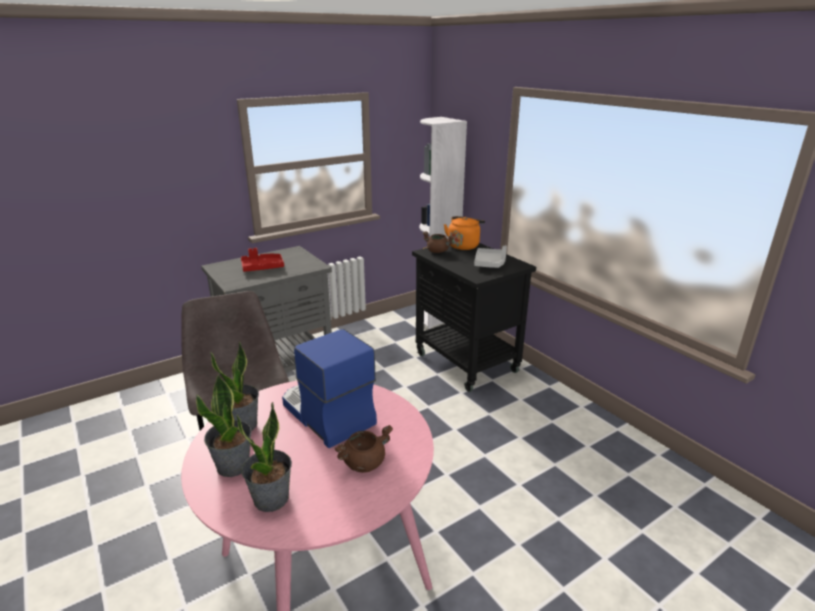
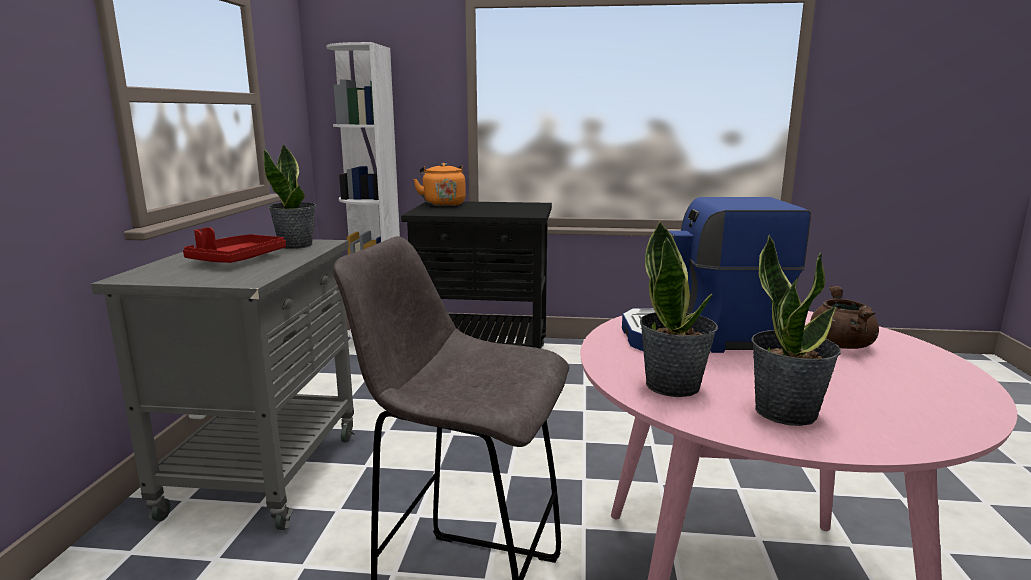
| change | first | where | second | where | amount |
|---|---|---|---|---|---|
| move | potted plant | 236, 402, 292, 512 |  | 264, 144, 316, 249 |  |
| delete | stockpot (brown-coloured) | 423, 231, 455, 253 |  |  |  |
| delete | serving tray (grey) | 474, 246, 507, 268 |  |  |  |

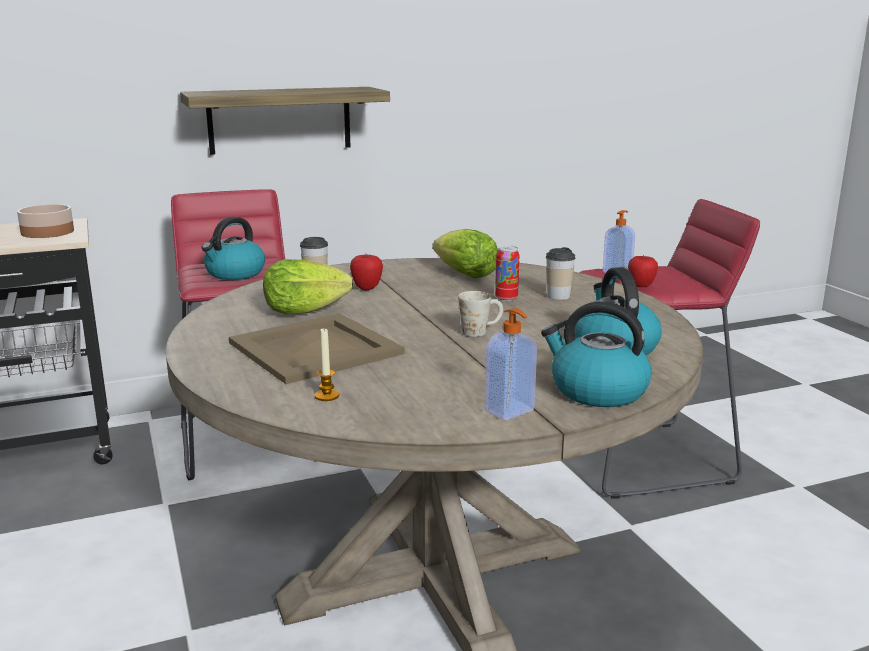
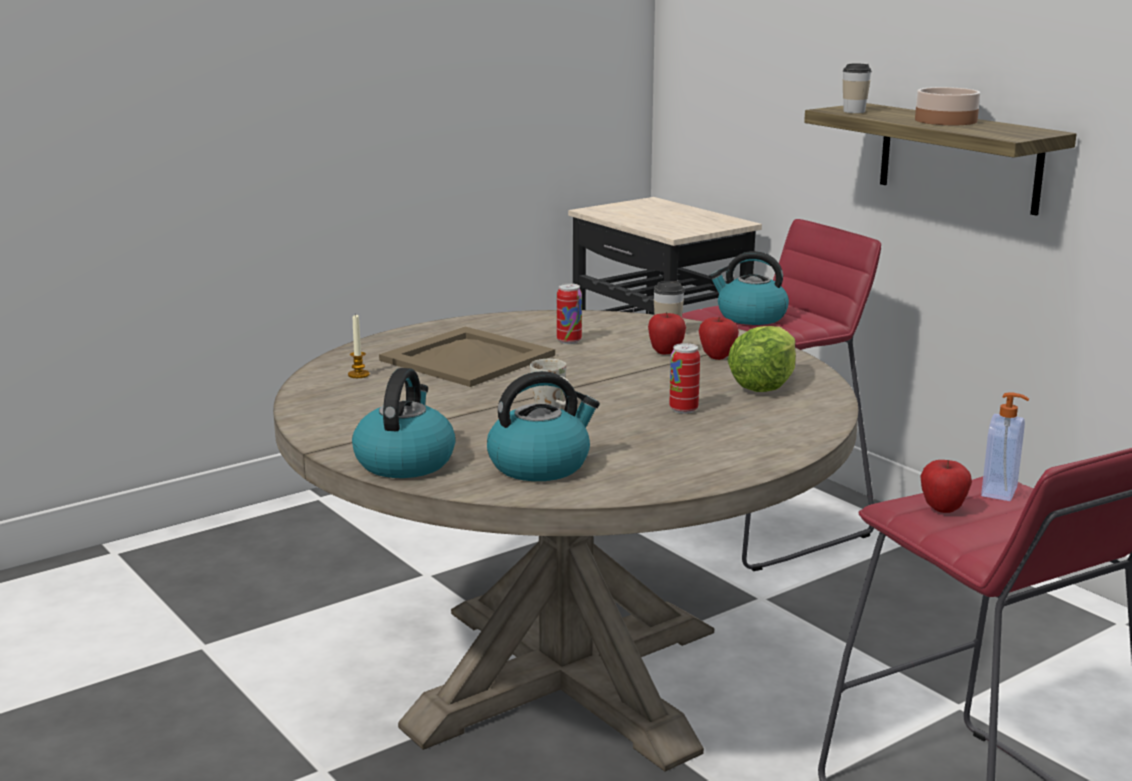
| change | first | where | second | where | amount |
|---|---|---|---|---|---|
| replace | head of lettuce | 263, 259, 353, 314 | can | 557, 283, 582, 344 |  |
| insert |  |  | apple | 699, 316, 739, 360 |  |
| move | drinking cup | 546, 247, 575, 300 |  | 843, 64, 872, 113 |  |
| move | bowl | 17, 204, 74, 238 |  | 915, 87, 980, 125 |  |
| delete | soap dispenser | 485, 308, 537, 421 |  |  |  |

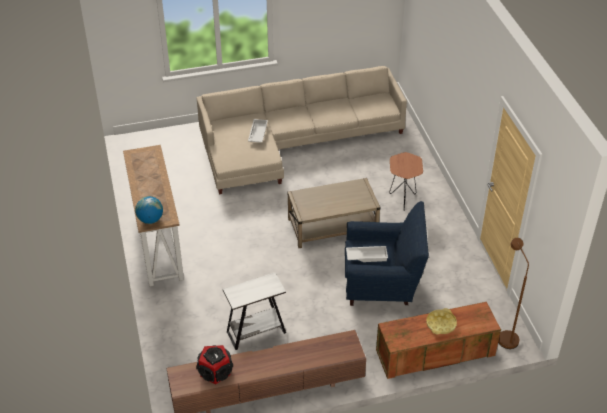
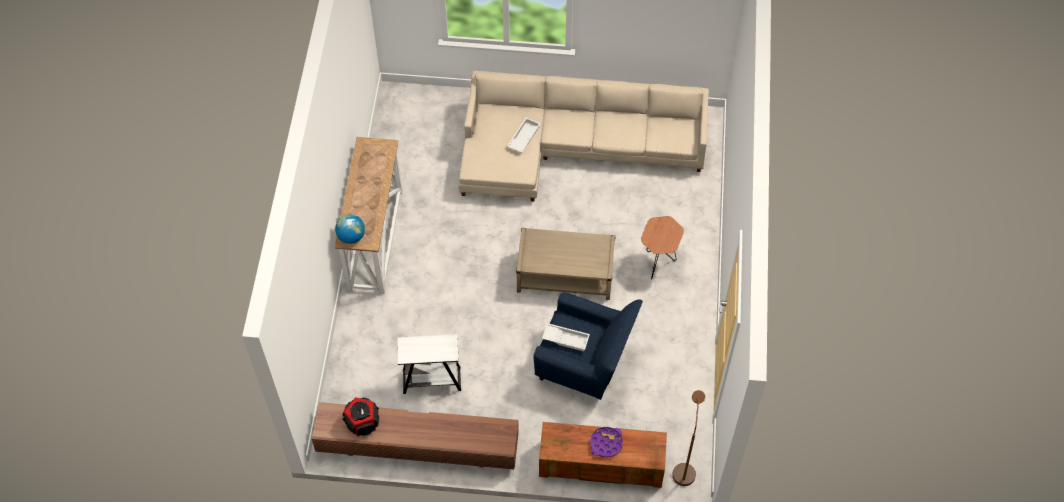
| change | first | where | second | where | amount |
|---|---|---|---|---|---|
| recolor | serving tray (yellow) | 426, 308, 457, 335 | serving tray (purple) | 590, 427, 623, 458 |  |

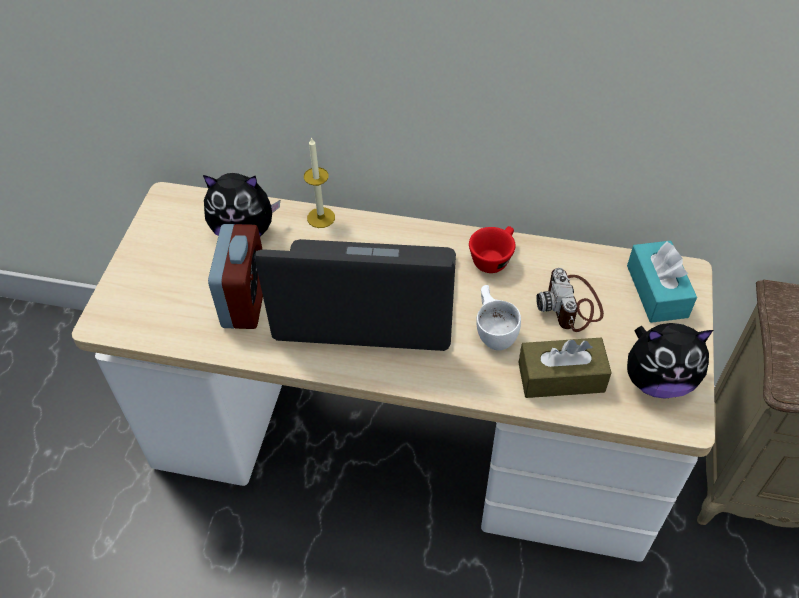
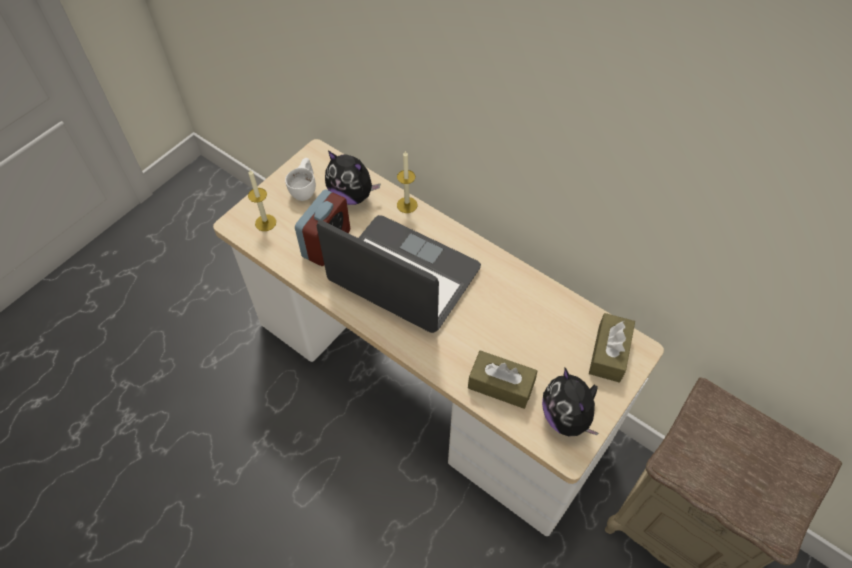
| change | first | where | second | where | amount |
|---|---|---|---|---|---|
| insert |  |  | candle | 248, 170, 276, 231 |  |
| move | drinking cup (white) | 476, 285, 521, 350 |  | 285, 158, 316, 201 |  |
| rotate | soft toy | 627, 323, 713, 399 |  | 542, 367, 599, 437 | 45 degrees clockwise |
| recolor | box of tissues (blue-green) | 627, 240, 697, 323 | box of tissues (brown-coloured) | 589, 313, 635, 383 |  |
| delete | drinking cup (red) | 469, 226, 515, 273 |  |  |  |
| delete | still camera | 536, 268, 604, 332 |  |  |  |

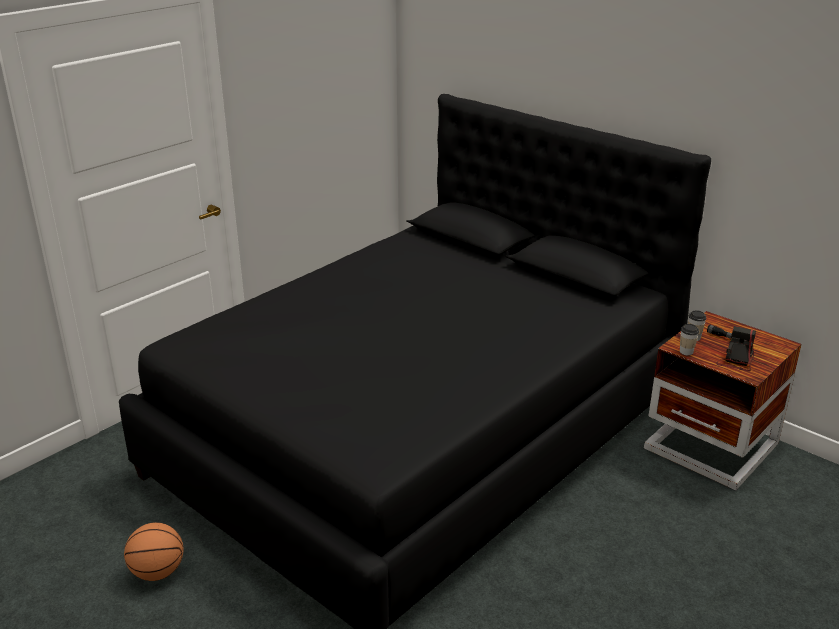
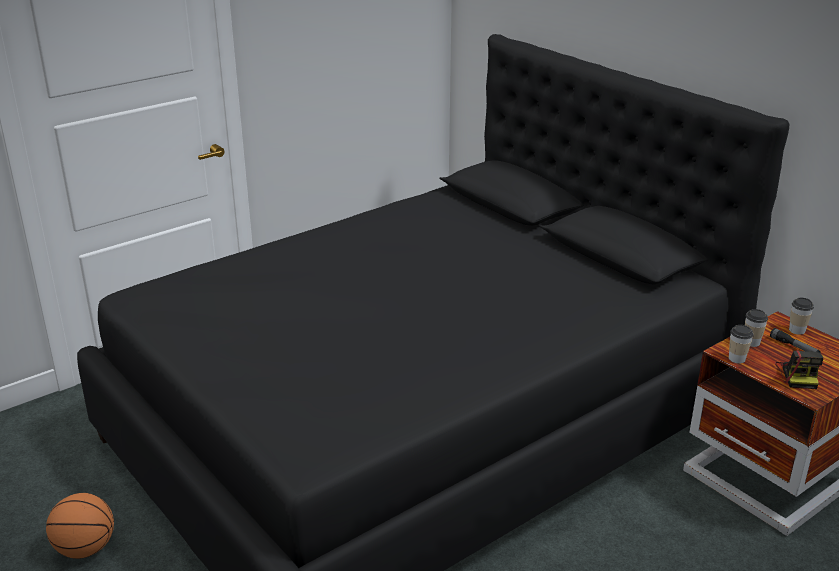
| change | first | where | second | where | amount |
|---|---|---|---|---|---|
| rotate | still camera | 716, 326, 756, 371 |  | 775, 350, 823, 389 | 150 degrees clockwise |
| insert |  |  | drinking cup | 789, 298, 814, 335 |  |

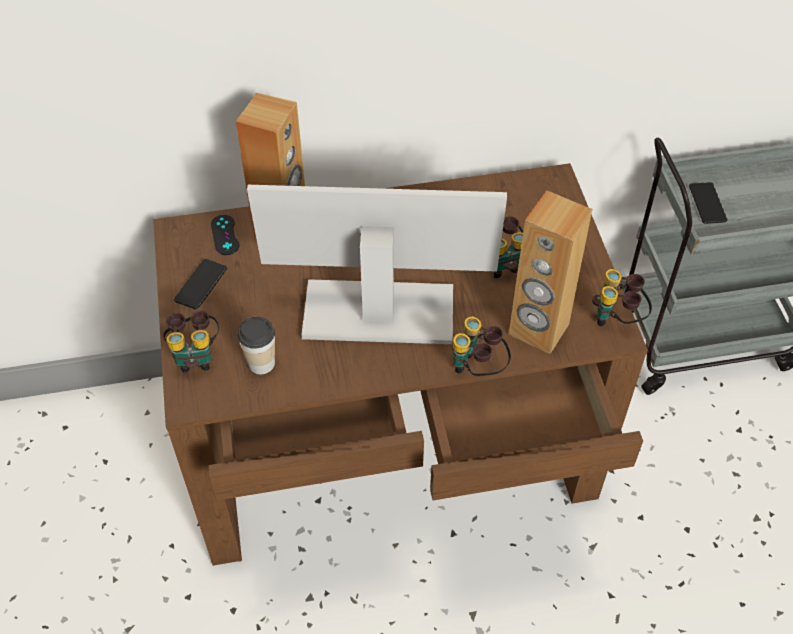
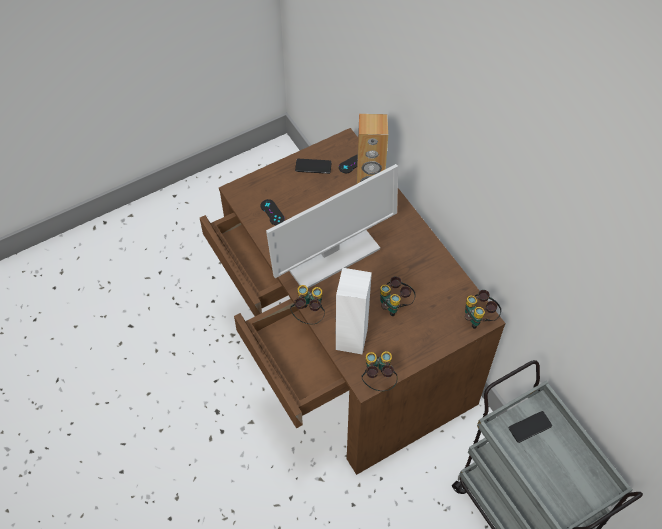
| change | first | where | second | where | amount |
|---|---|---|---|---|---|
| replace | drinking cup | 237, 317, 275, 374 | gamepad (blackish) | 260, 199, 285, 225 |  |
| rotate | computer display | 247, 185, 507, 344 |  | 266, 164, 398, 288 | 75 degrees clockwise |
| recolor | audio speaker (brown-coloured) | 509, 190, 592, 354 | audio speaker (white) | 335, 268, 372, 354 |  |
| move | pair of binoculars | 163, 311, 219, 373 |  | 465, 290, 501, 329 |  |

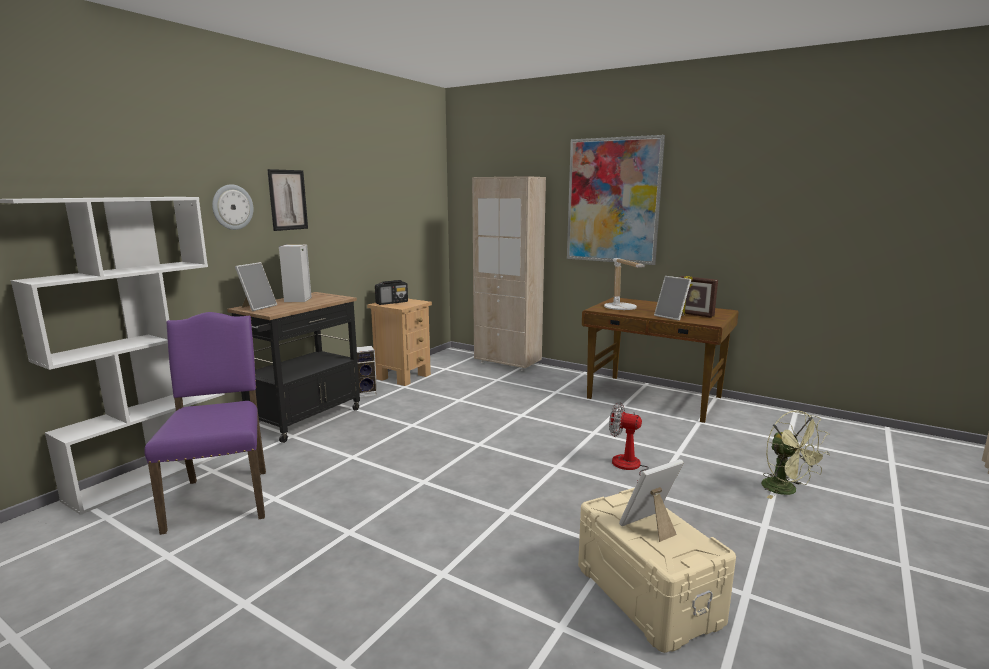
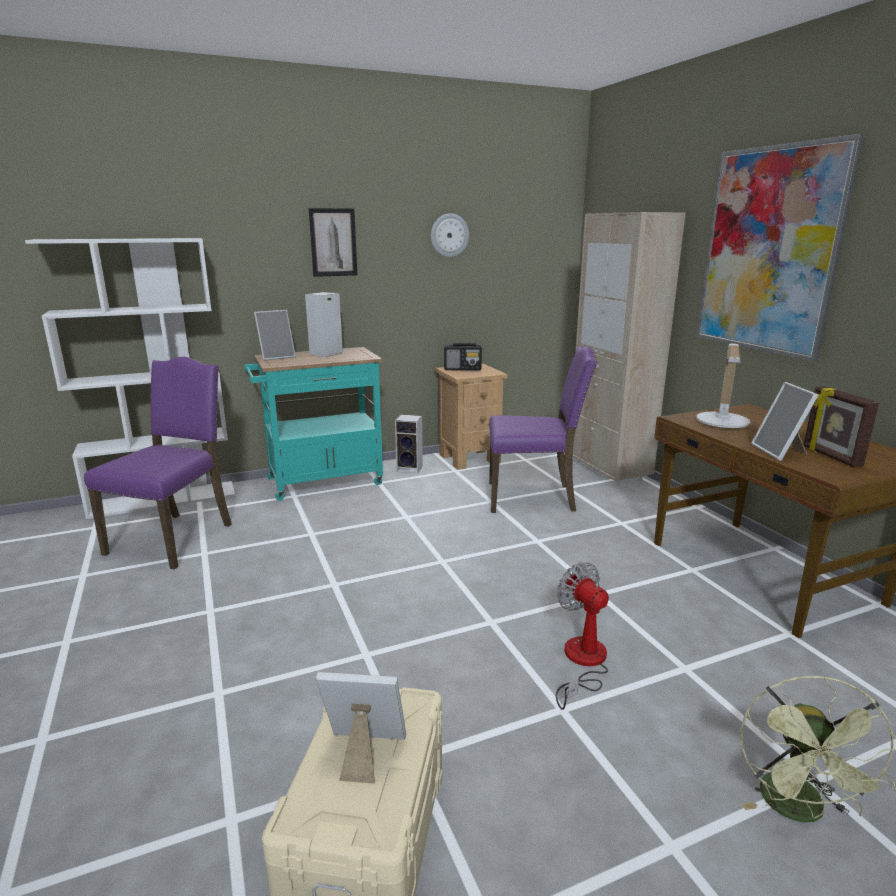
| change | first | where | second | where | amount |
|---|---|---|---|---|---|
| recolor | cart (blackish) | 227, 292, 360, 443 | cart (blue-green) | 244, 347, 383, 501 |  |
| move | hanging clock | 212, 184, 253, 230 |  | 431, 213, 469, 257 |  |
| insert |  |  | chair (purple) | 489, 346, 598, 513 |  |

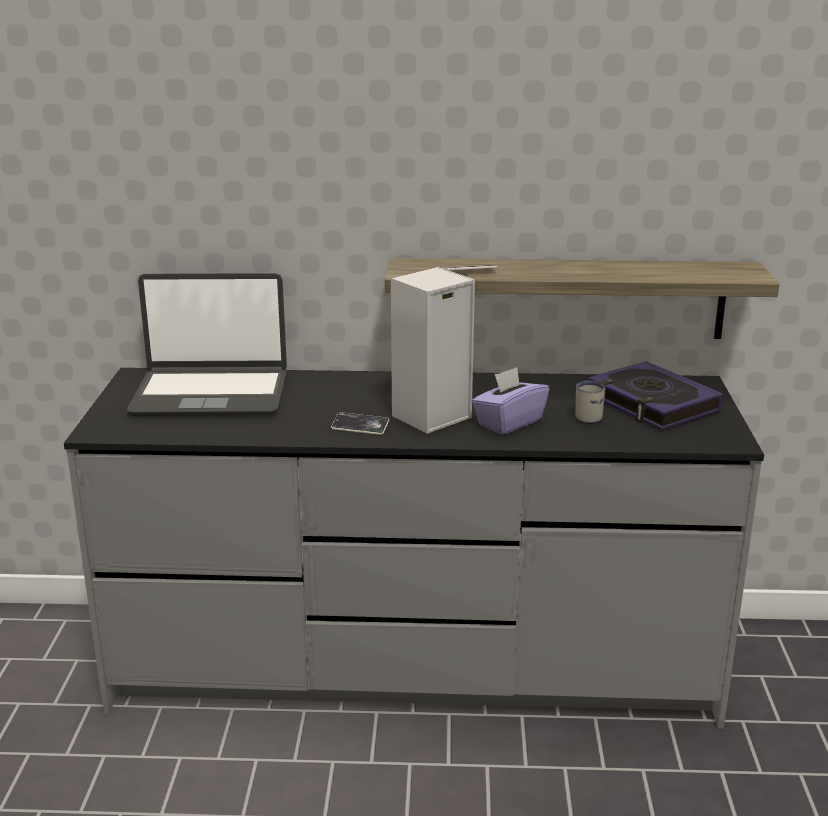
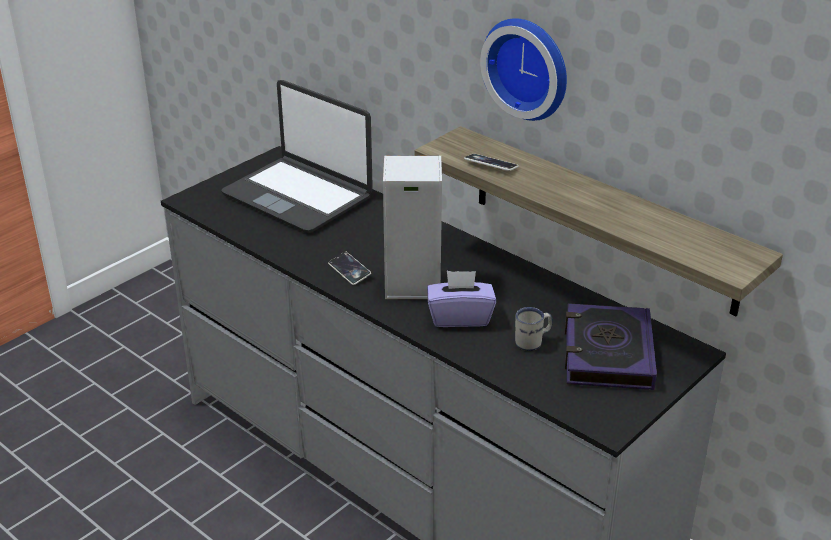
| change | first | where | second | where | amount |
|---|---|---|---|---|---|
| insert |  |  | hanging clock | 480, 19, 567, 121 |  |

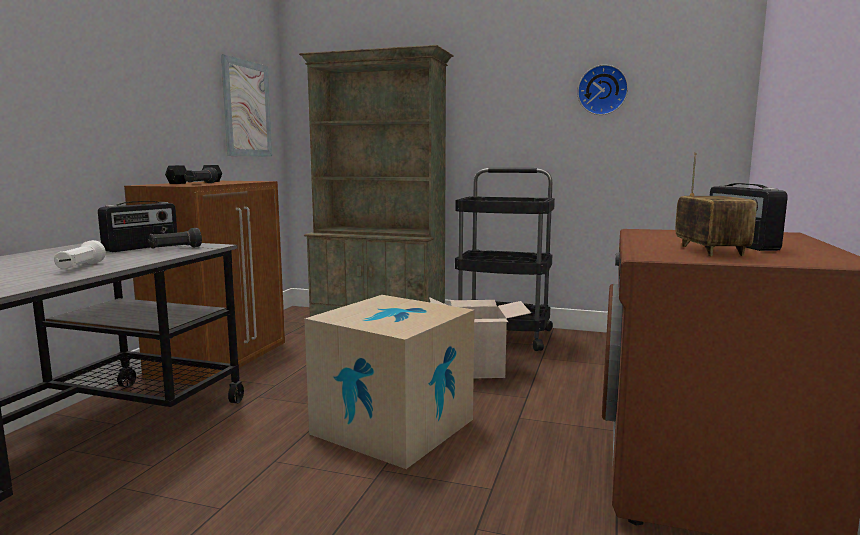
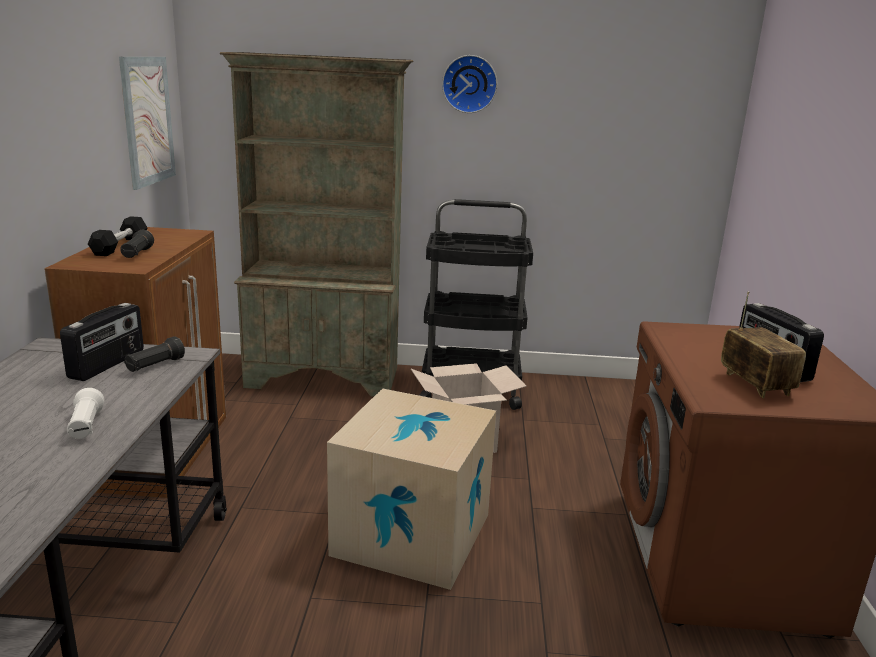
| change | first | where | second | where | amount |
|---|---|---|---|---|---|
| move | hanging clock | 577, 64, 628, 115 |  | 442, 55, 497, 113 |  |

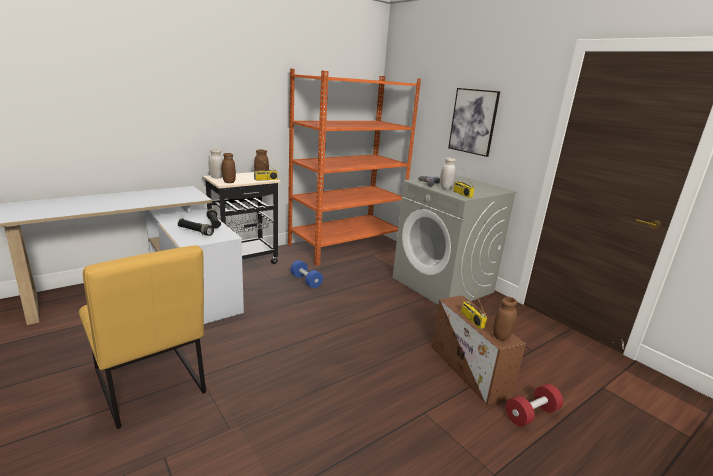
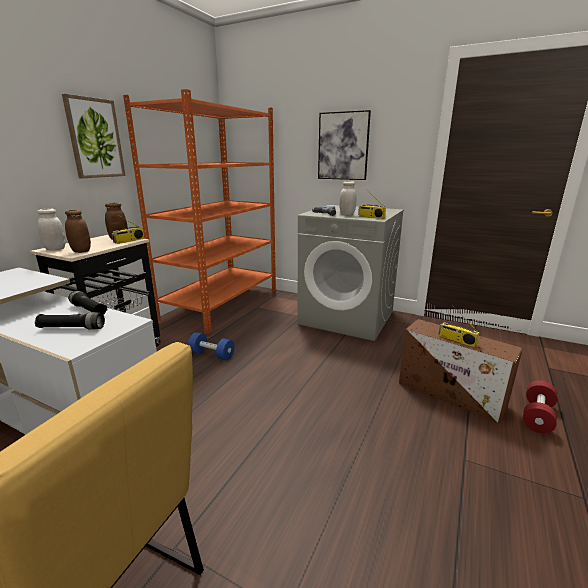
| change | first | where | second | where | amount |
|---|---|---|---|---|---|
| insert |  |  | wall picture | 62, 94, 125, 178 |  |
| delete | storage jar (brown-coloured) | 493, 297, 517, 341 |  |  |  |

